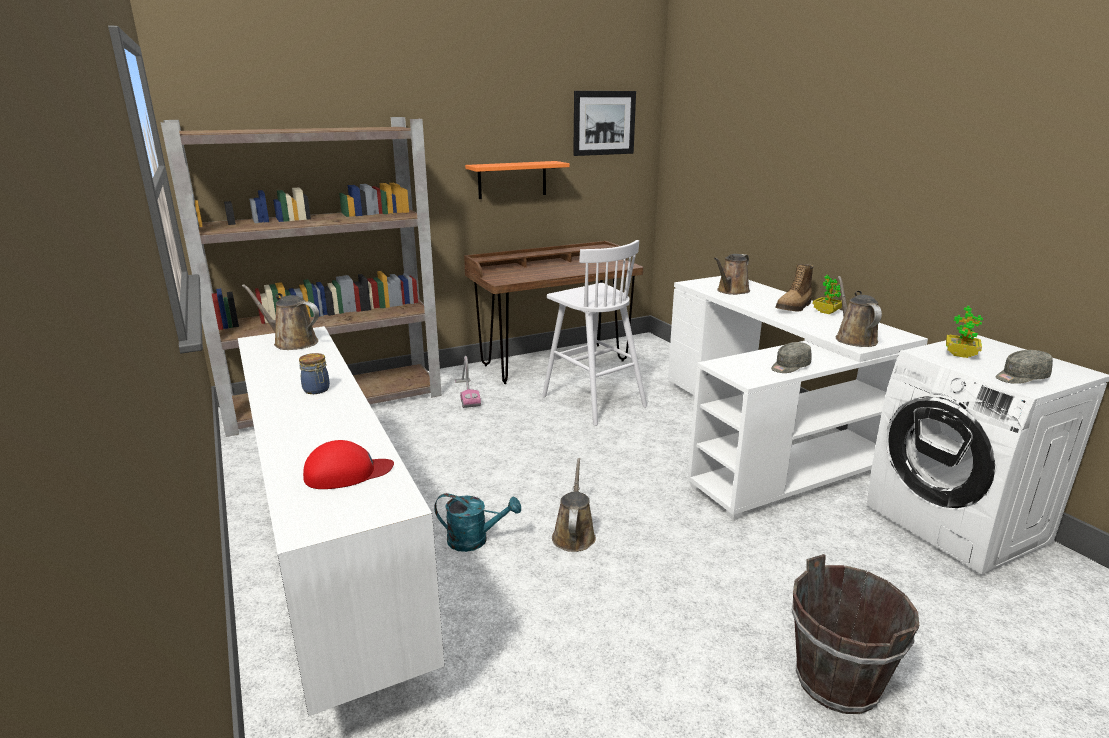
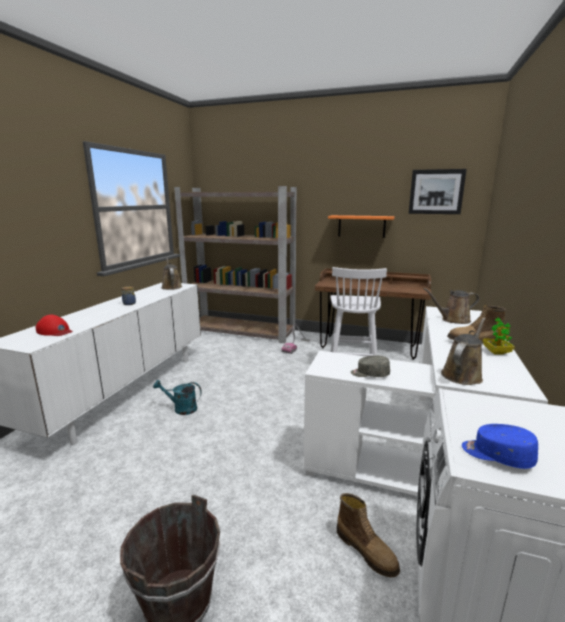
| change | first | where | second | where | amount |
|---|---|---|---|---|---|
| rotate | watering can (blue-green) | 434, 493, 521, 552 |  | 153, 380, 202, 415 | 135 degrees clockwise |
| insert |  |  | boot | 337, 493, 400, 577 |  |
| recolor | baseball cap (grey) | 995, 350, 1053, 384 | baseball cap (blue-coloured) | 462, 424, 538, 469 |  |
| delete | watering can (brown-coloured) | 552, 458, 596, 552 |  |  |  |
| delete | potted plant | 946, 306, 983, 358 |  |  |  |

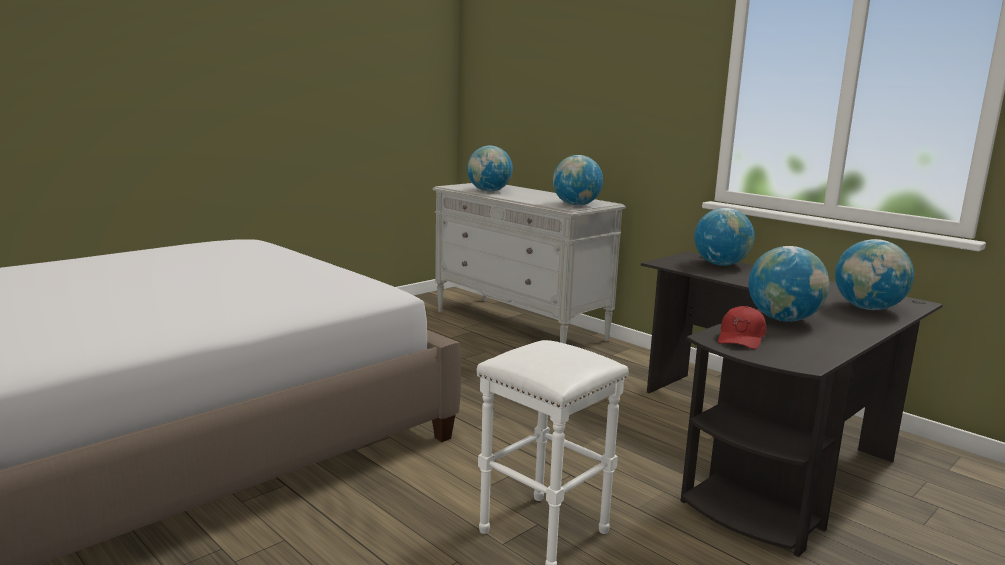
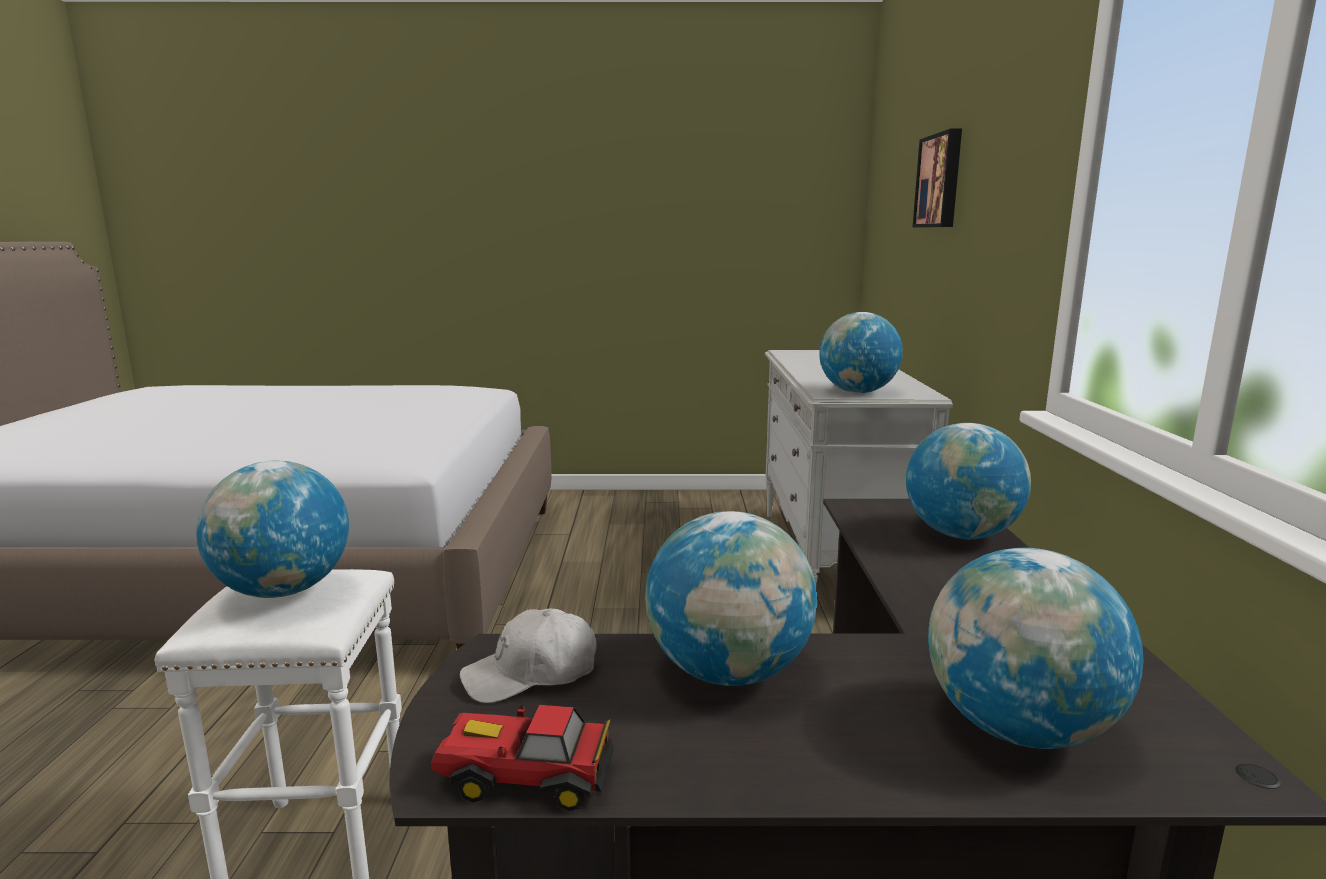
| change | first | where | second | where | amount |
|---|---|---|---|---|---|
| move | desk globe | 467, 146, 513, 192 |  | 196, 460, 349, 598 |  |
| insert |  |  | model car | 431, 705, 614, 811 |  |
| recolor | baseball cap (red) | 718, 306, 766, 349 | baseball cap (white) | 460, 609, 596, 703 |  |
| insert |  |  | wall picture | 913, 129, 962, 227 |  |

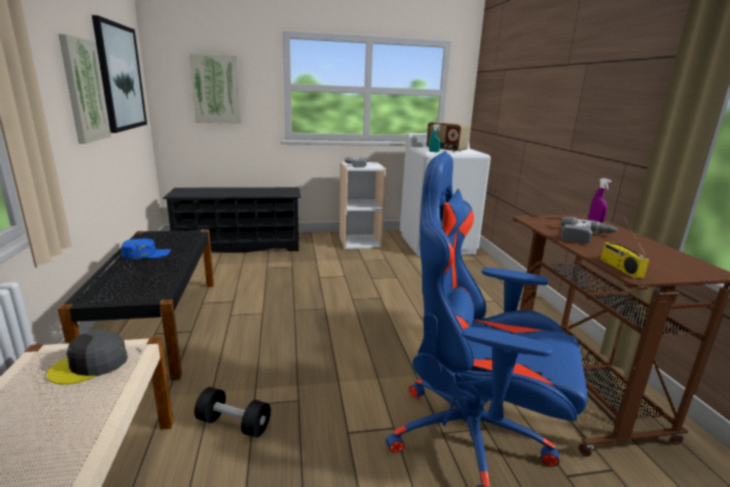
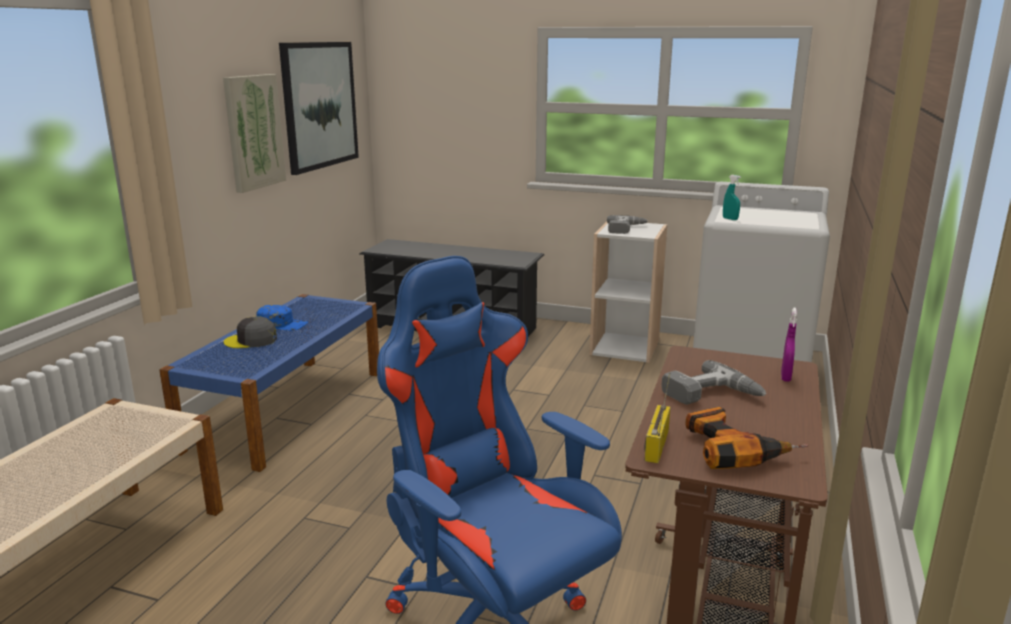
| change | first | where | second | where | amount |
|---|---|---|---|---|---|
| recolor | indoor bench (blackish) | 58, 230, 214, 387 | indoor bench (blue-coloured) | 159, 294, 379, 472 |  |
| move | baseball cap (grey) | 47, 330, 128, 385 |  | 223, 316, 277, 348 |  |
| insert |  |  | electric drill | 685, 407, 808, 469 |  |
| delete | wall picture | 189, 53, 241, 124 |  |  |  |
| delete | hand weight (blackish) | 194, 387, 271, 438 |  |  |  |
| delete | radio receiver | 427, 122, 470, 153 |  |  |  |

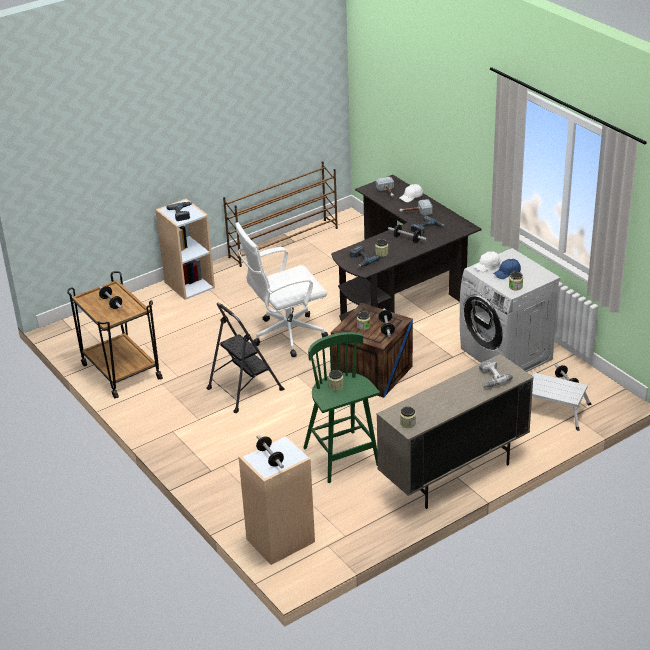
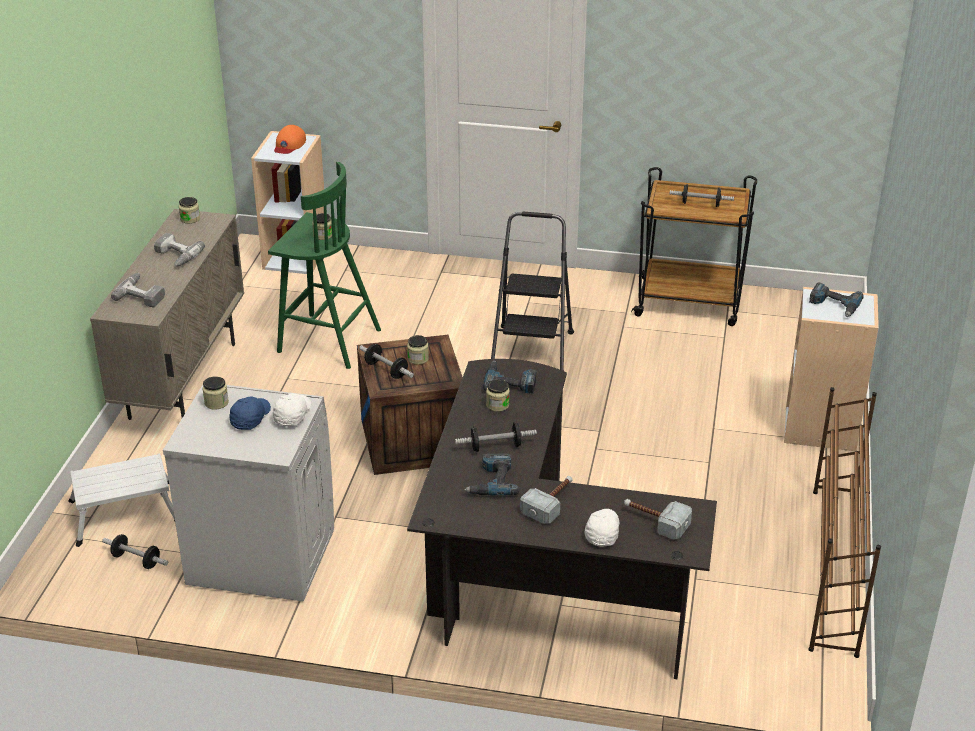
| change | first | where | second | where | amount |
|---|---|---|---|---|---|
| insert |  |  | electric drill | 154, 233, 205, 267 |  |
| replace | hand weight | 256, 435, 284, 468 | baseball cap (orange-coloured) | 274, 125, 306, 154 |  |
| delete | desk chair (white) | 235, 222, 328, 357 |  |  |  |

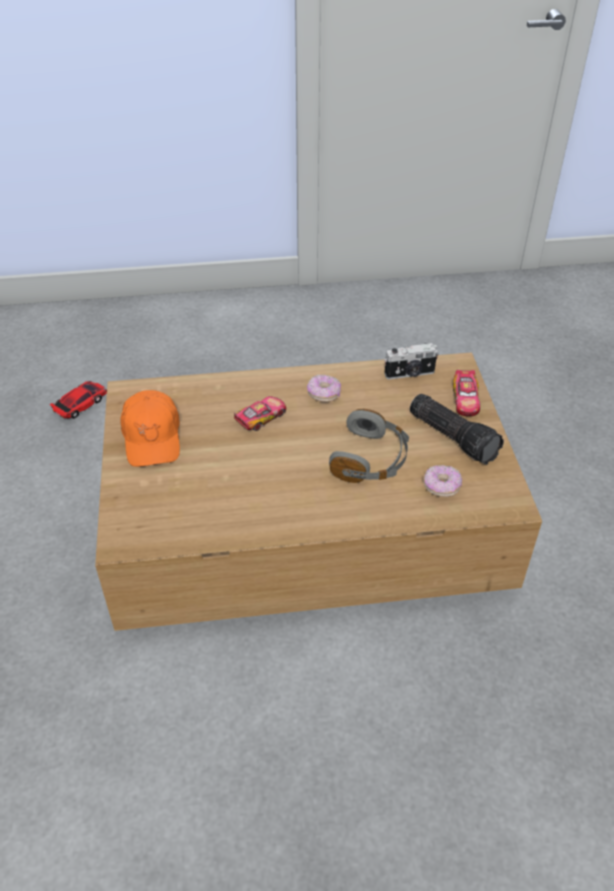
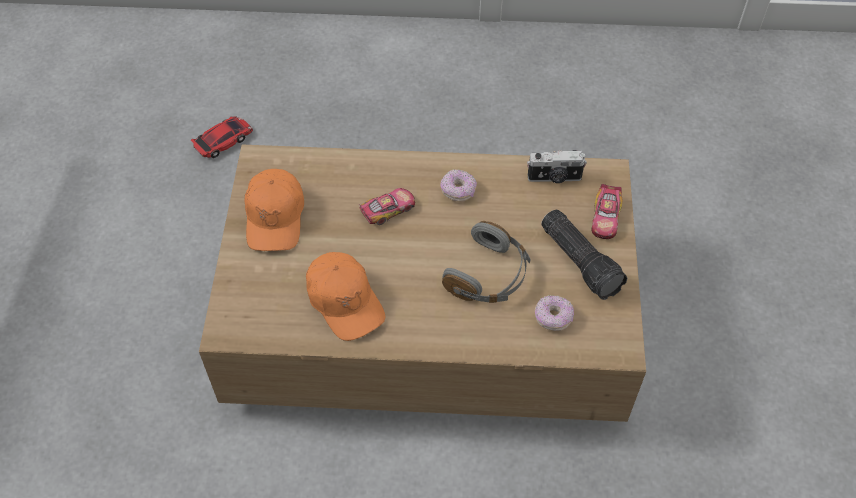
| change | first | where | second | where | amount |
|---|---|---|---|---|---|
| insert |  |  | baseball cap (orange-coloured) | 306, 252, 385, 341 |  |

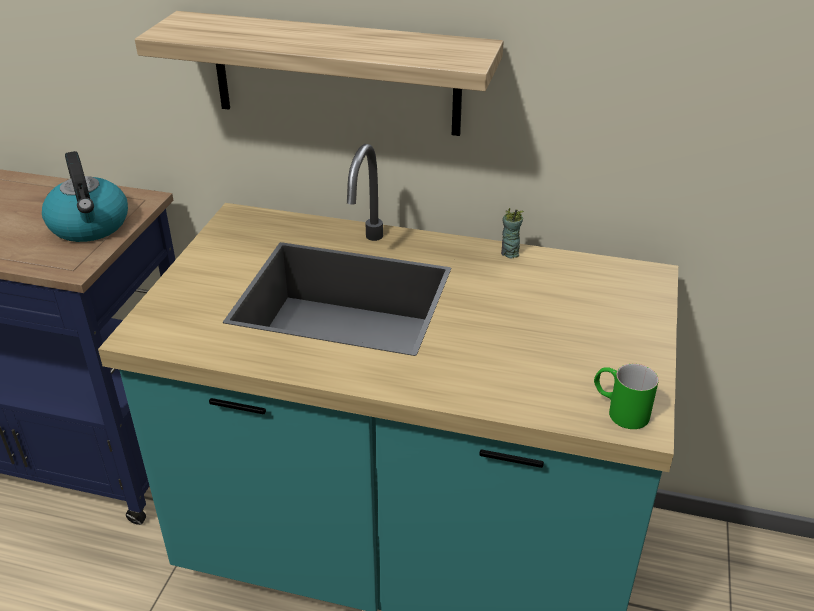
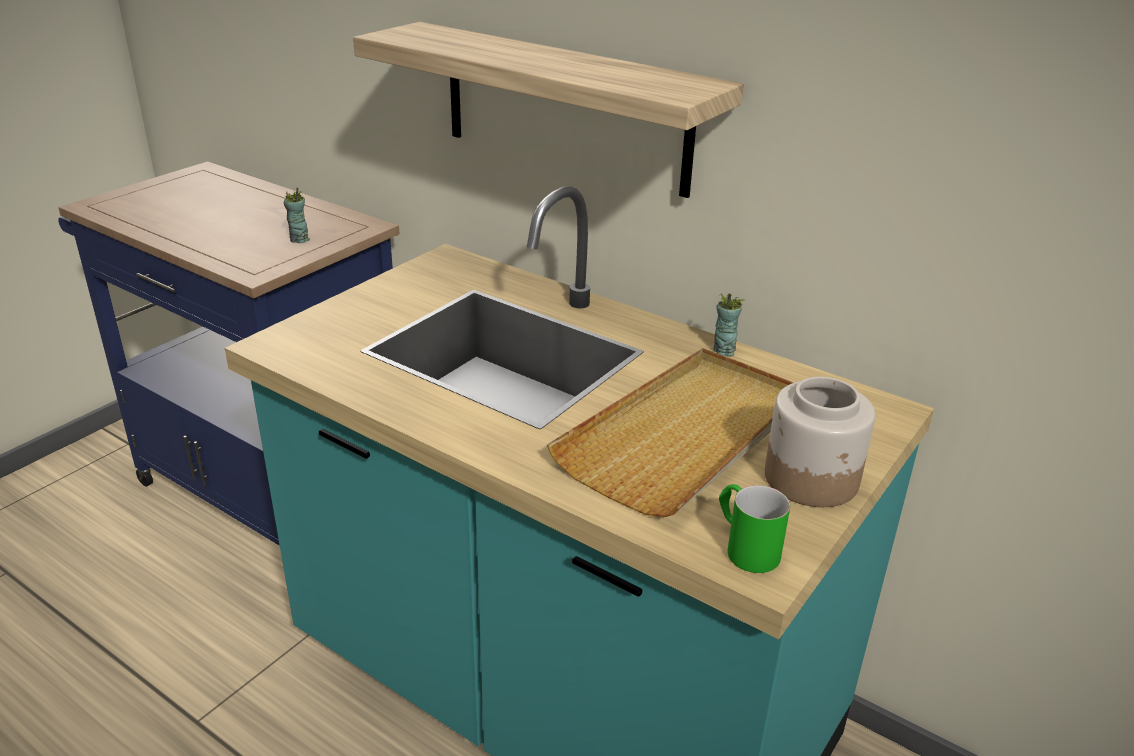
| change | first | where | second | where | amount |
|---|---|---|---|---|---|
| replace | water kettle | 42, 151, 128, 242 | drinking cup | 284, 187, 310, 243 |  |
| insert |  |  | serving tray (sand-coloured) | 547, 348, 794, 517 |  |
| insert |  |  | storage jar | 765, 377, 875, 507 |  |

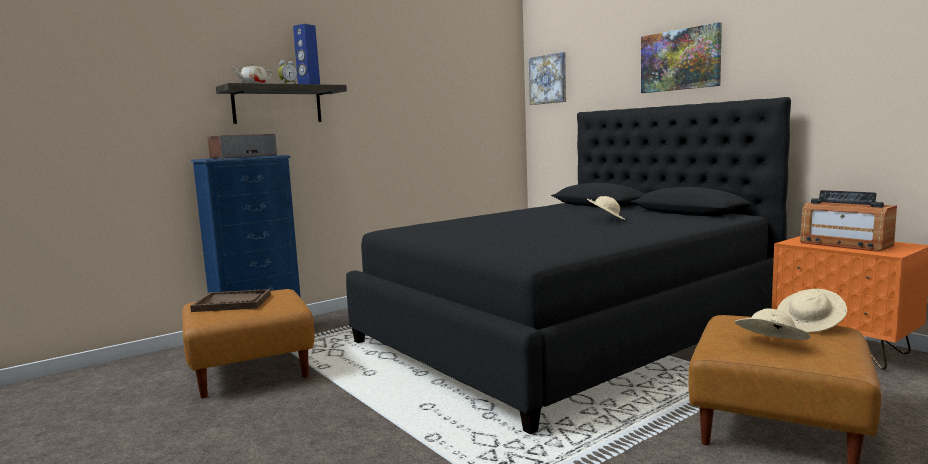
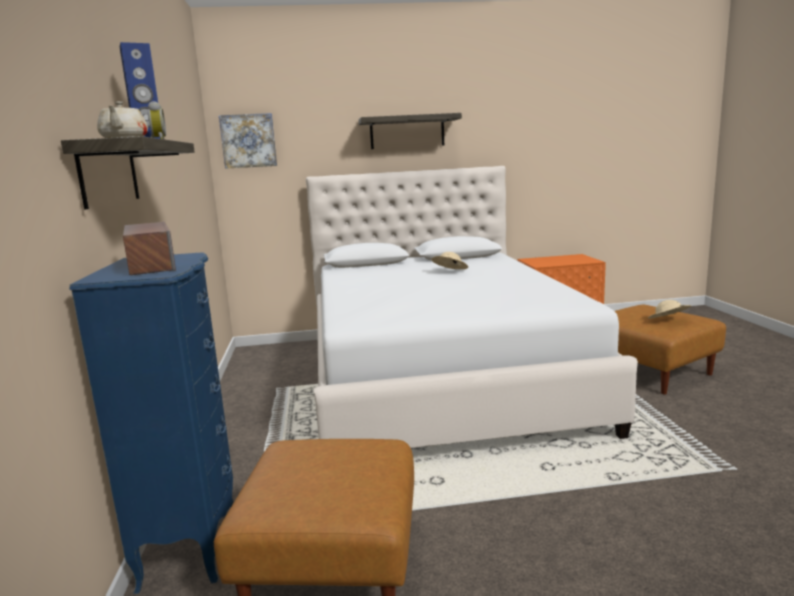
| change | first | where | second | where | amount |
|---|---|---|---|---|---|
| recolor | sleeping bed (blackish) | 346, 97, 791, 434 | sleeping bed (white) | 306, 166, 638, 448 |  |
| replace | wall picture | 641, 22, 722, 93 | wall shelf | 359, 113, 462, 149 |  |
| delete | serving tray (brown-coloured) | 190, 289, 271, 312 |  |  |  |
| delete | clothing hat (sand-coloured) | 777, 289, 847, 333 |  |  |  |
| delete | radio receiver | 800, 190, 897, 252 |  |  |  |

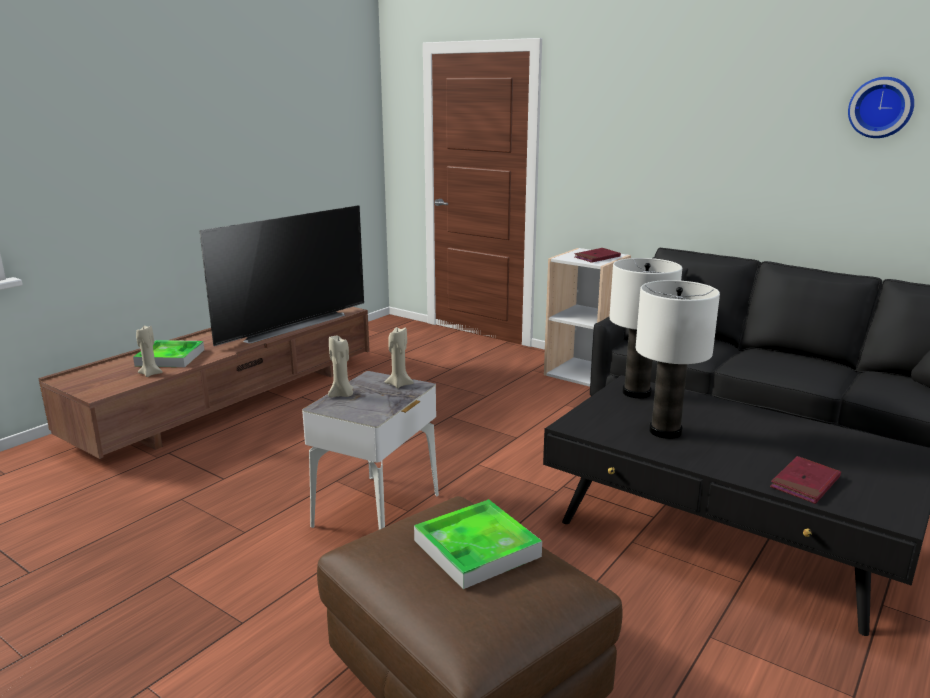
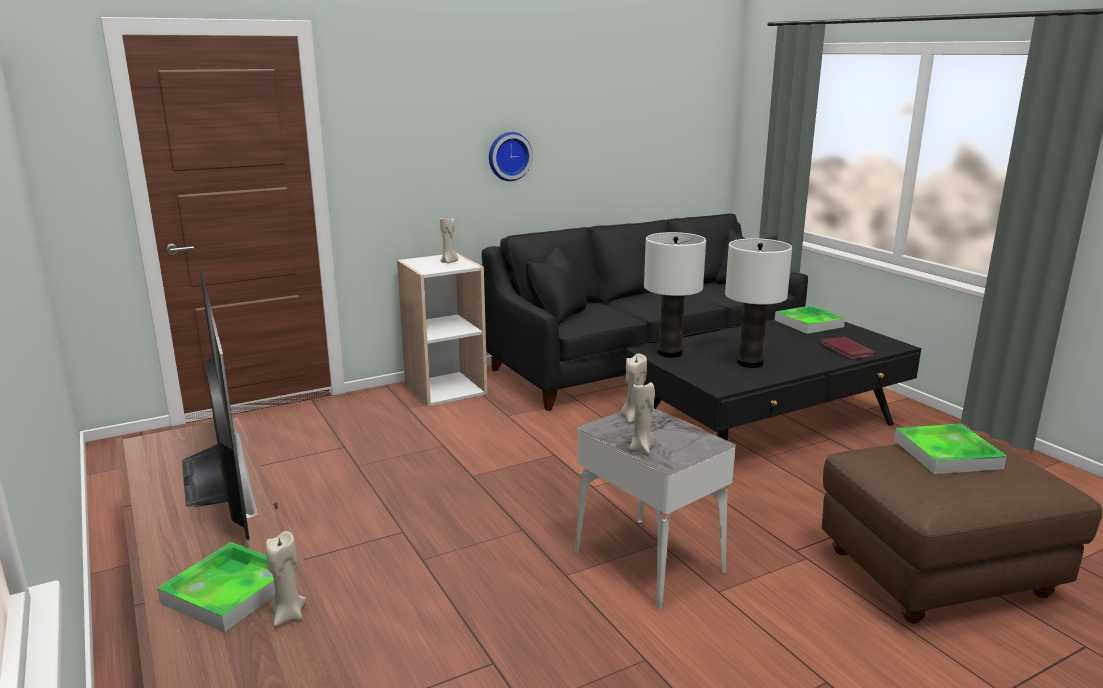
| change | first | where | second | where | amount |
|---|---|---|---|---|---|
| replace | book (red) | 574, 248, 621, 263 | candle (sand-coloured) | 440, 218, 458, 264 |  |
| move | hanging clock | 848, 77, 914, 138 |  | 489, 132, 533, 181 |  |
| insert |  |  | serving tray | 775, 306, 845, 334 |  |

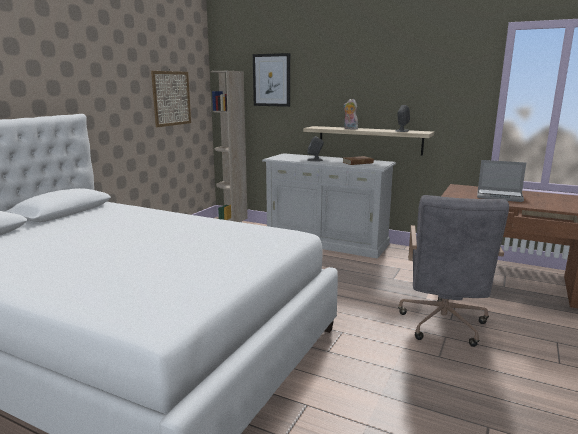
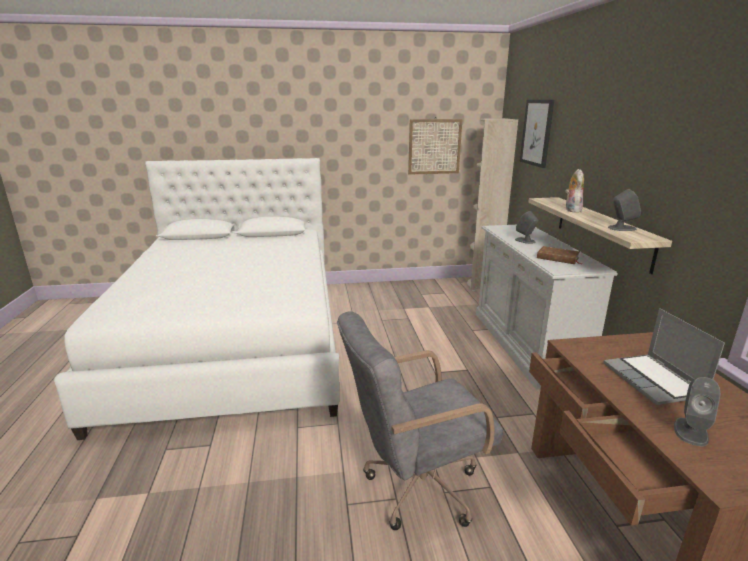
| change | first | where | second | where | amount |
|---|---|---|---|---|---|
| insert |  |  | audio speaker (grey) | 674, 377, 721, 446 |  |

